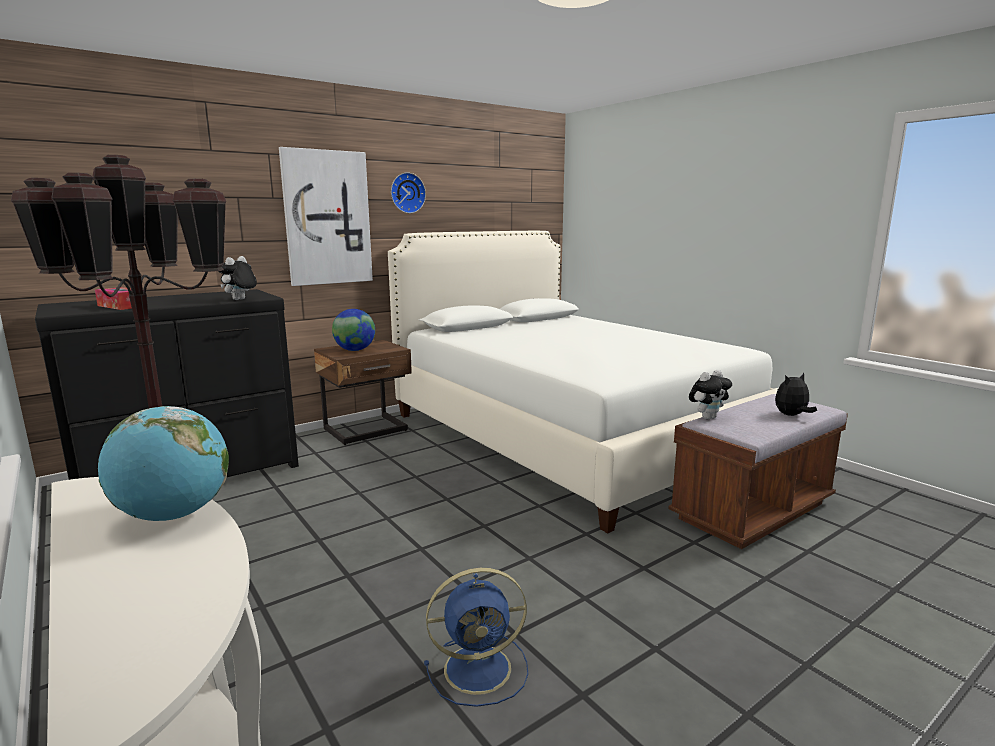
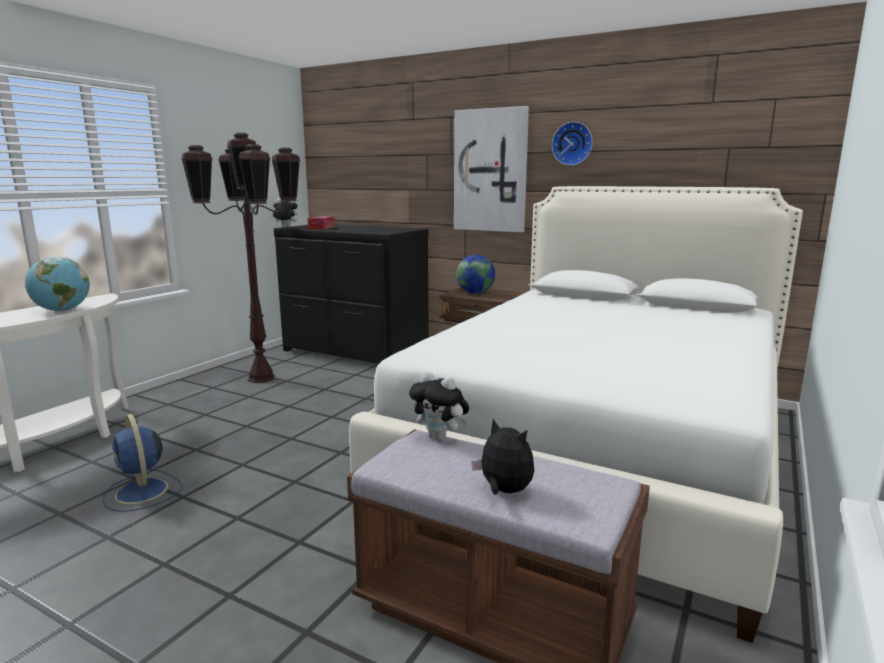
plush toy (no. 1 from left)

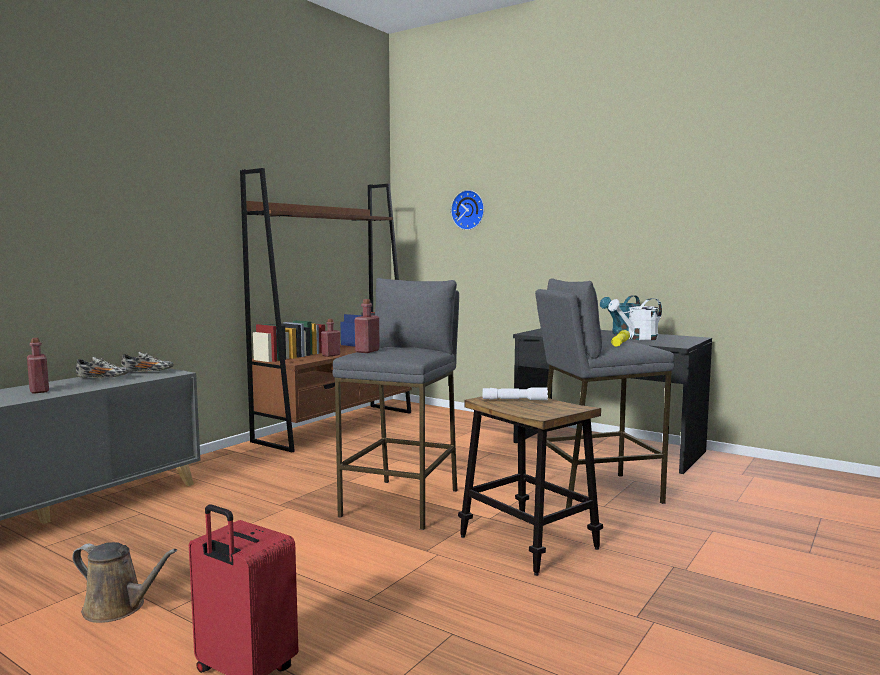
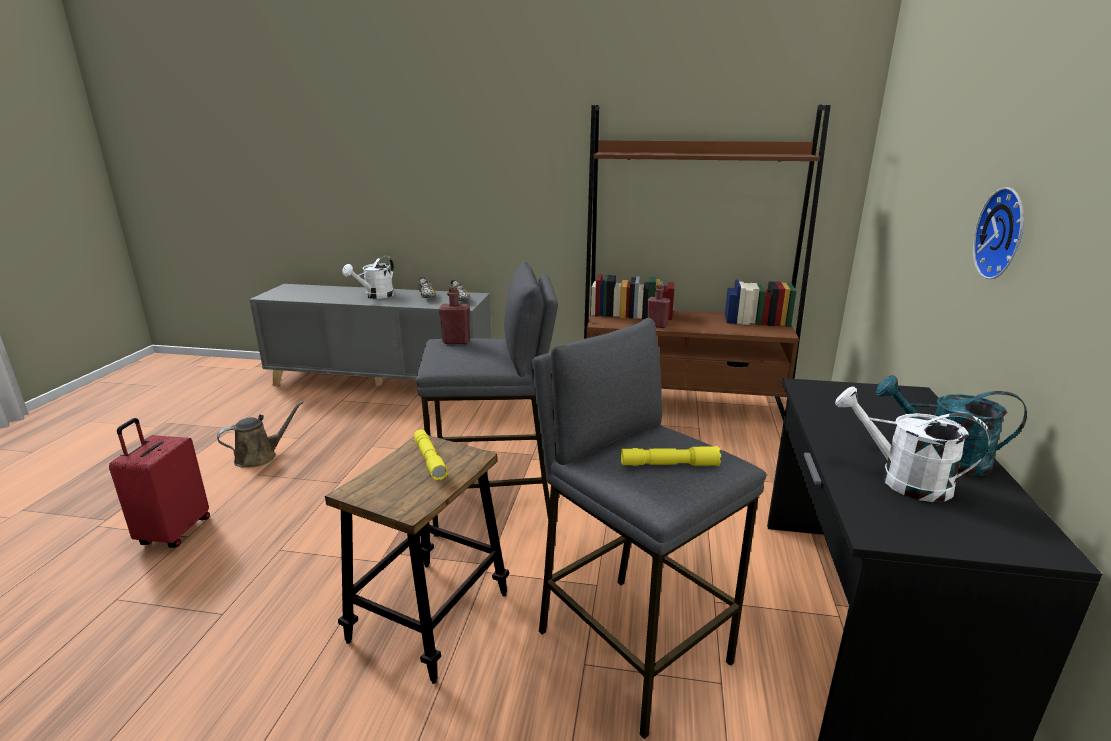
brown watering can
white watering can (no. 1 from left)
yellow flashlight (no. 1 from left)
wall clock

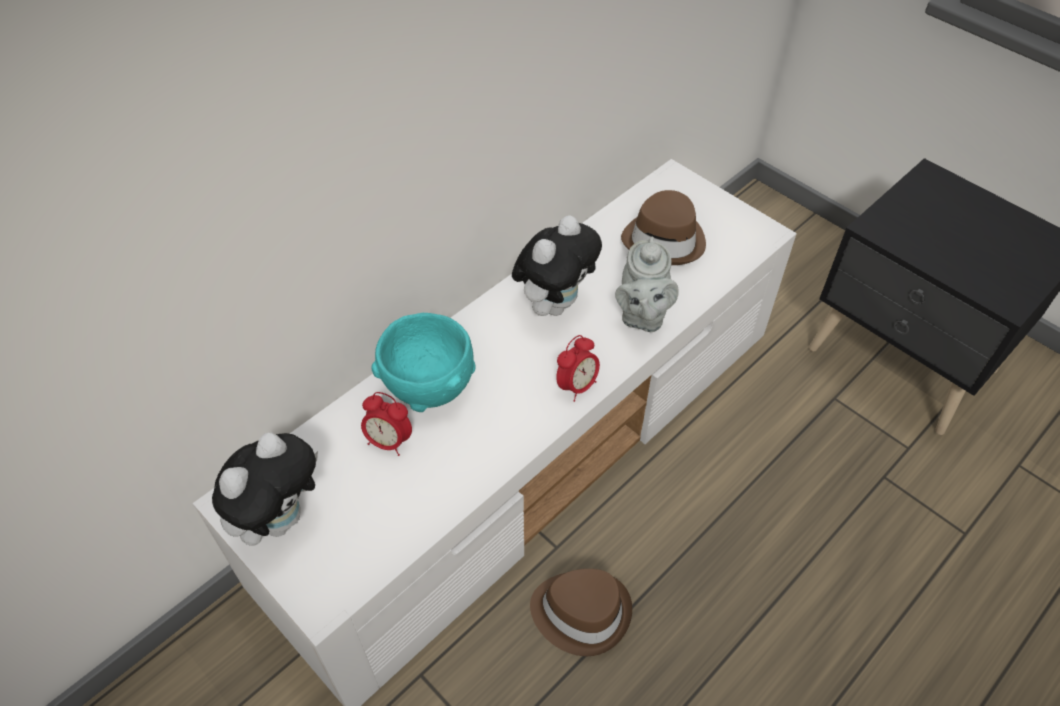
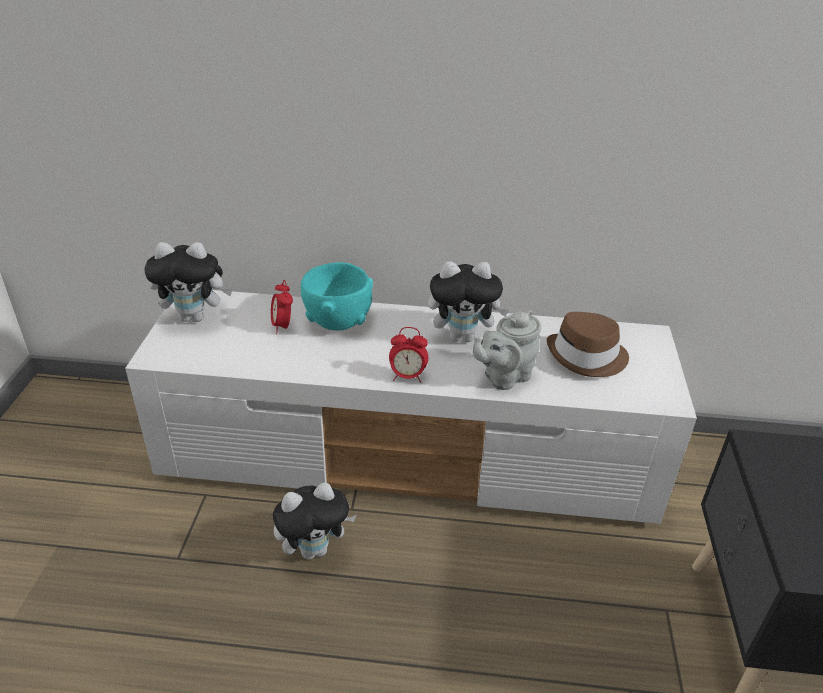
plush toy (no. 2 from left)

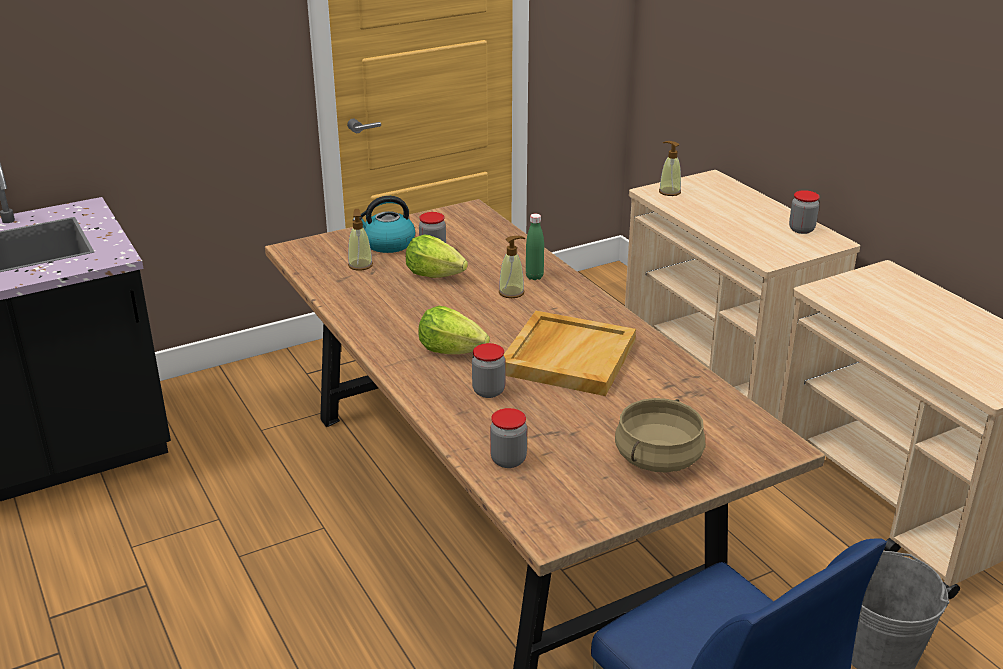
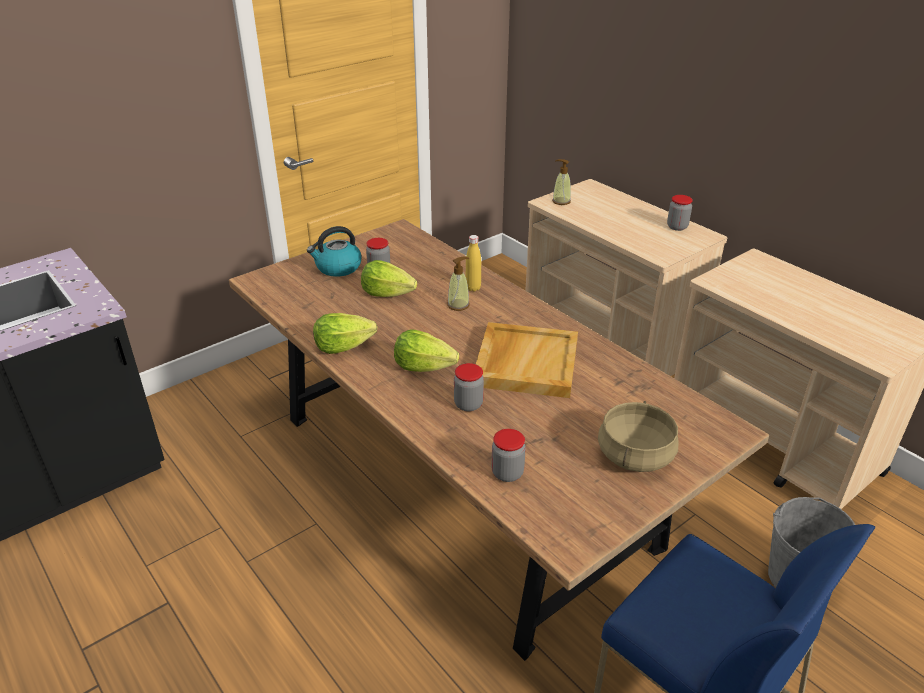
lettuce (no. 1 from left)
yellow bottle
soap dispenser (no. 1 from left in the first image)

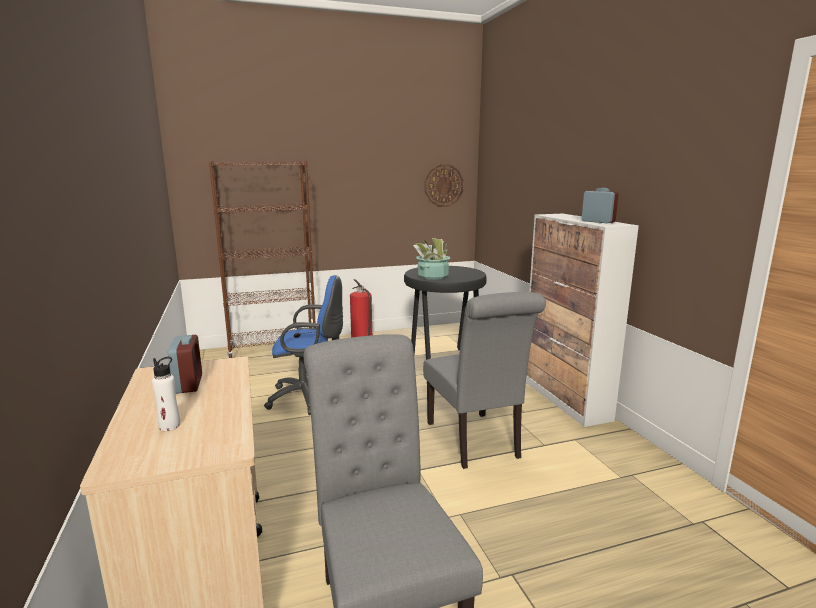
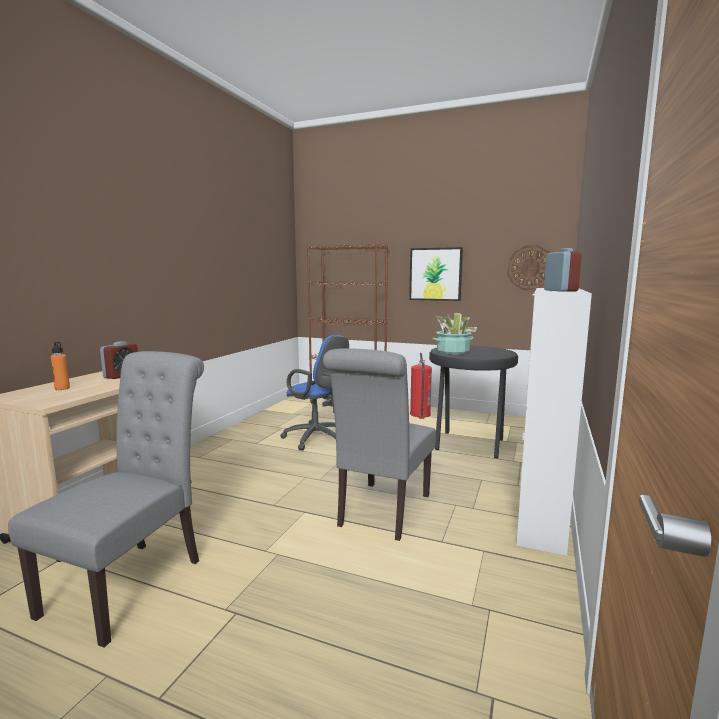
orange bottle
picture

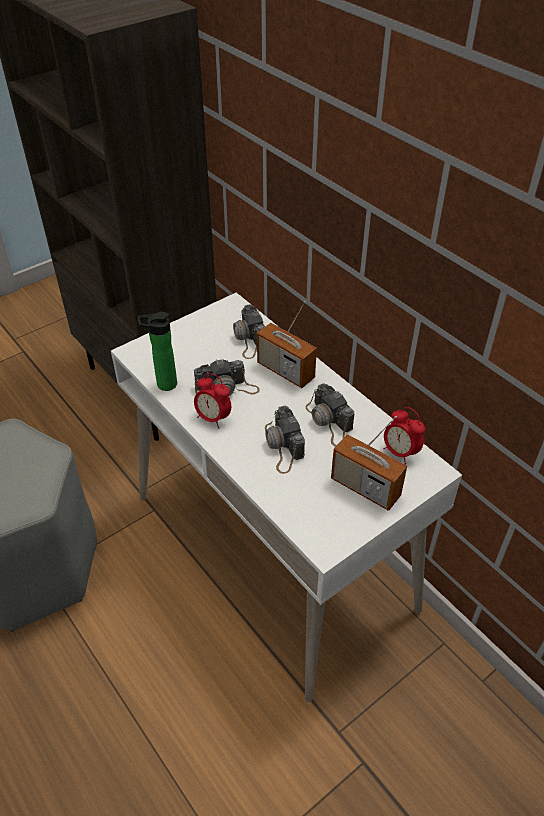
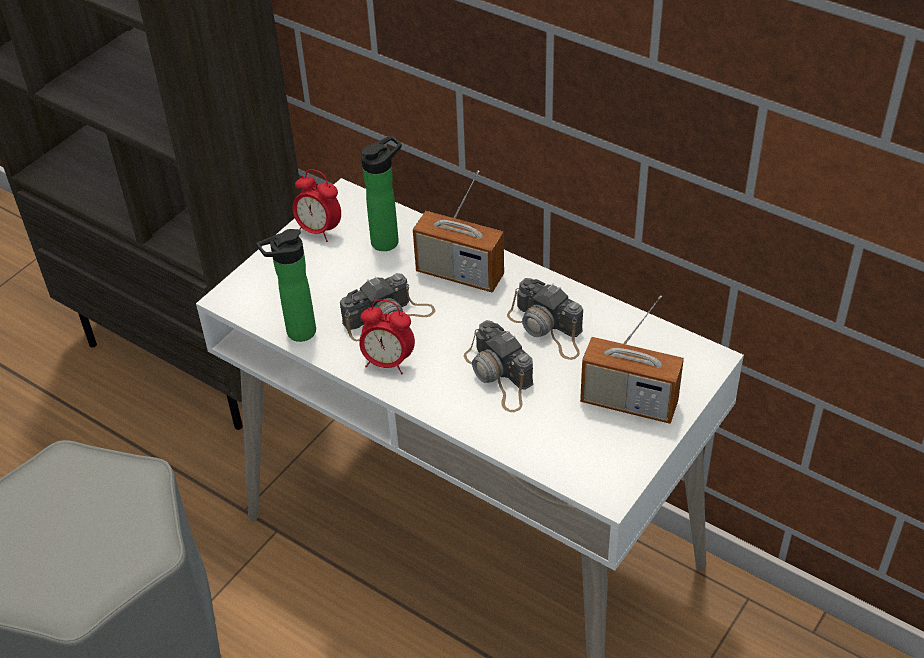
alarm clock (no. 1 from left)
bottle (no. 2 from left)

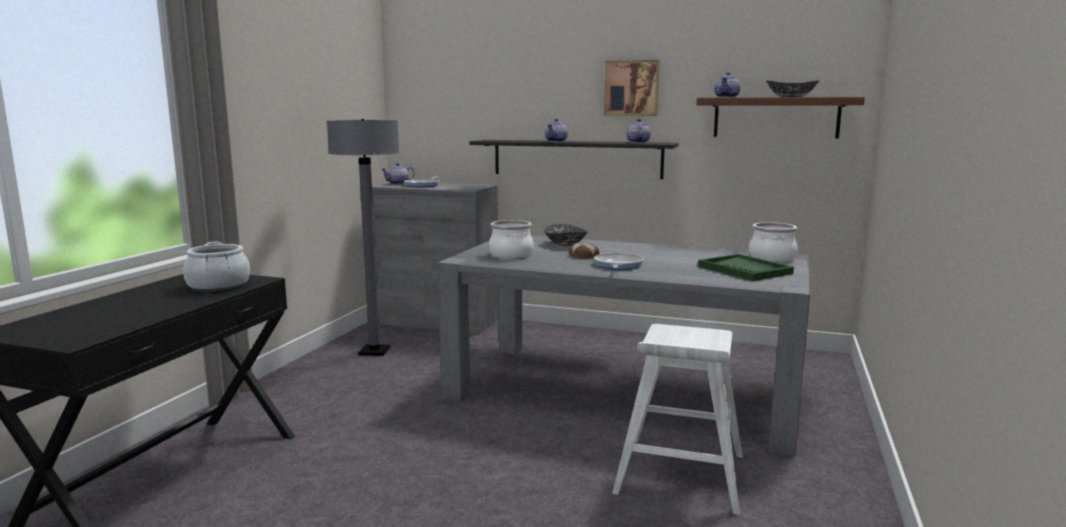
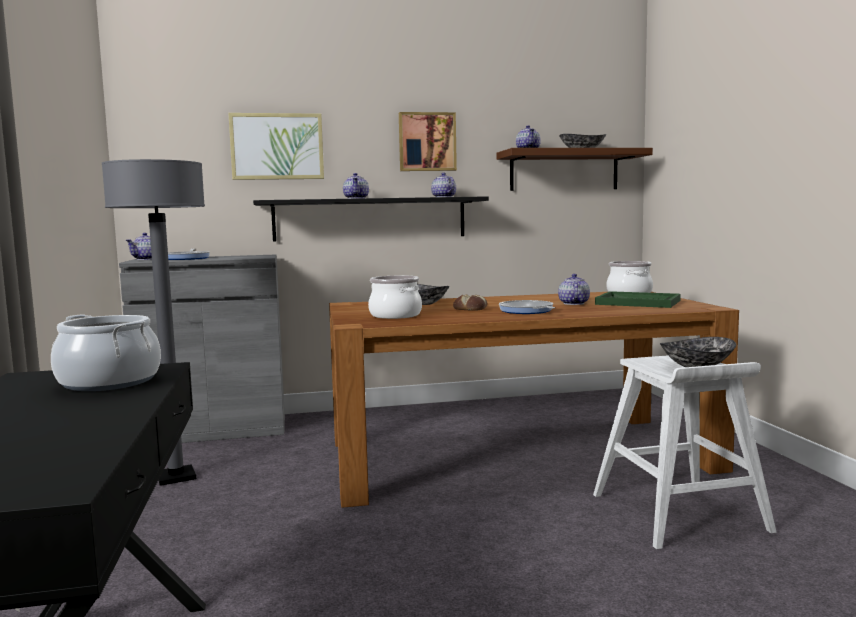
picture (no. 1 from left)
brown dining table
teapot (no. 5 from left)
bowl (no. 3 from left)

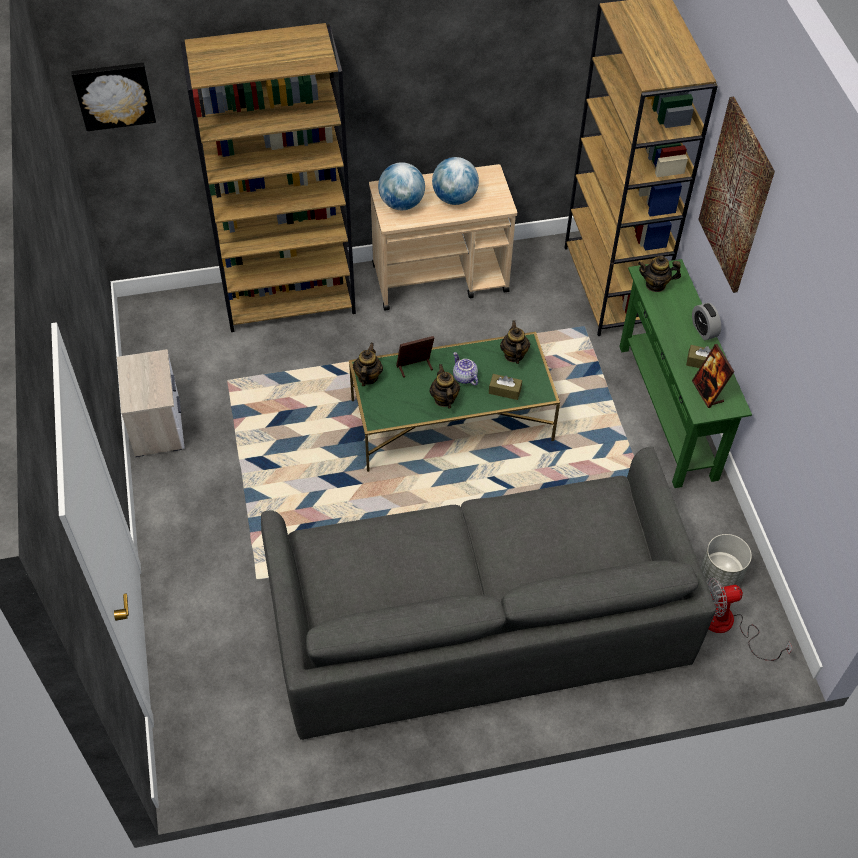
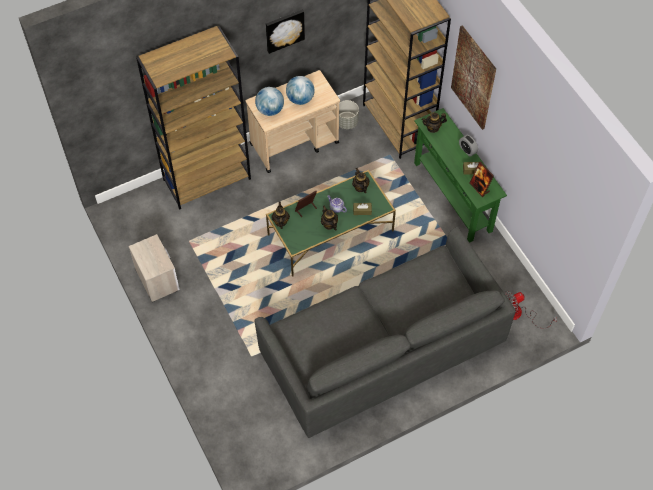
picture (no. 1 from left)
grey planter

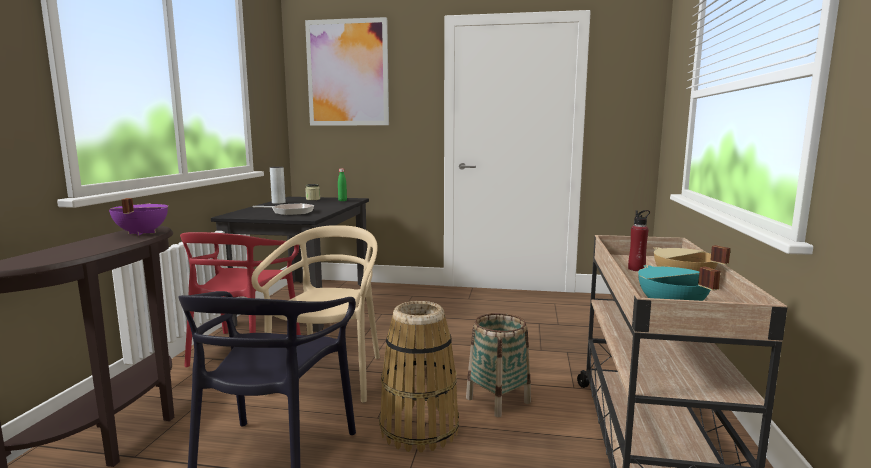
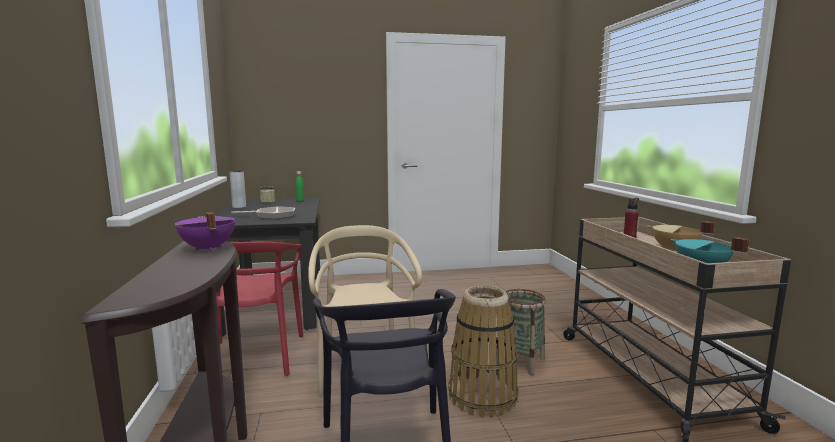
picture

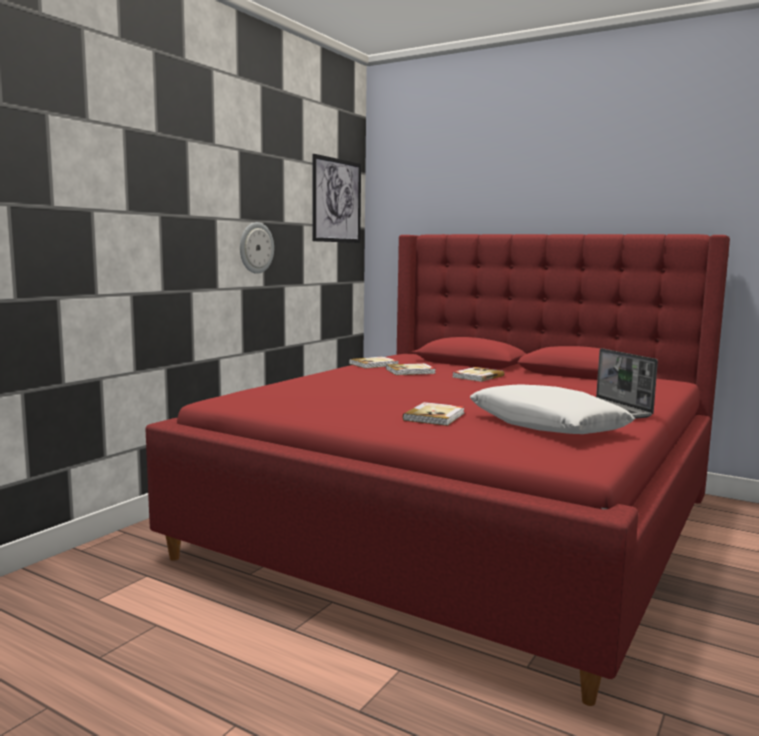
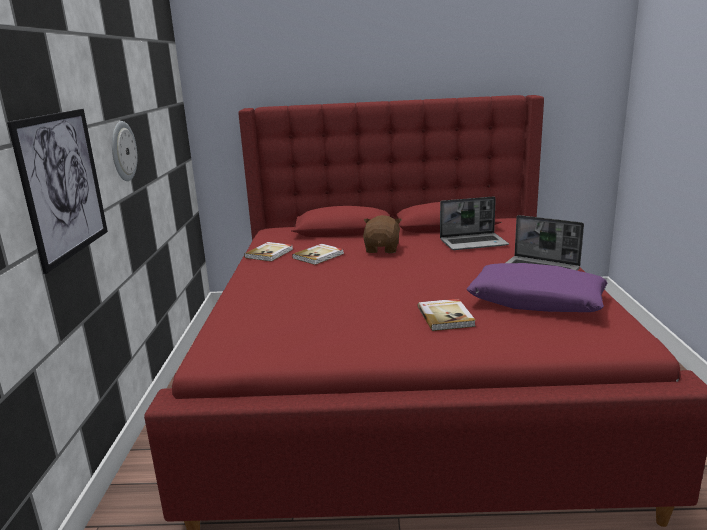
picture
brown plush toy
laptop (no. 1 from left)
purple pillow

